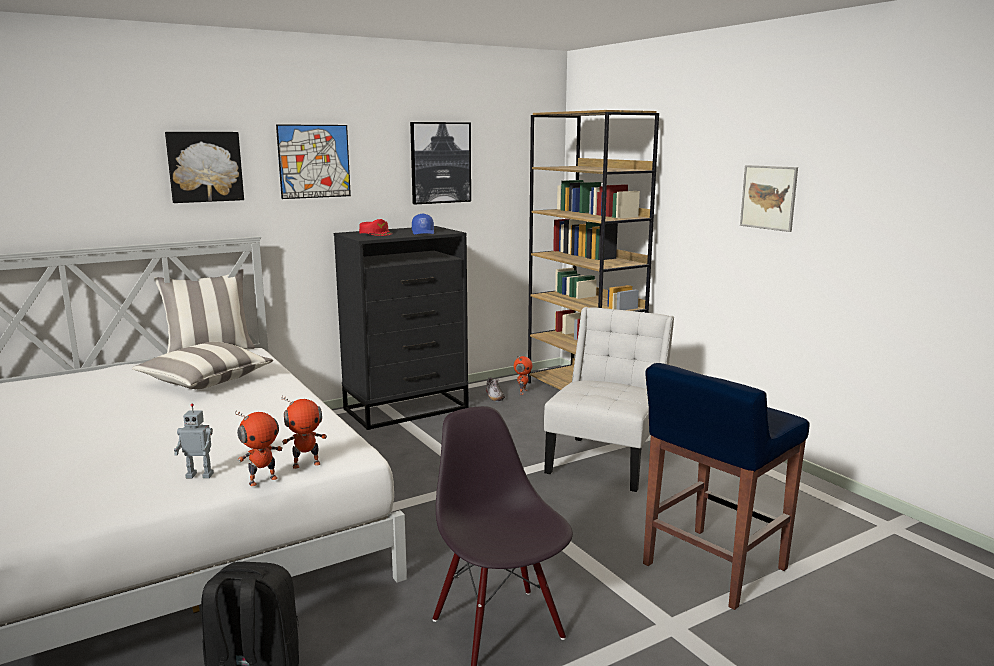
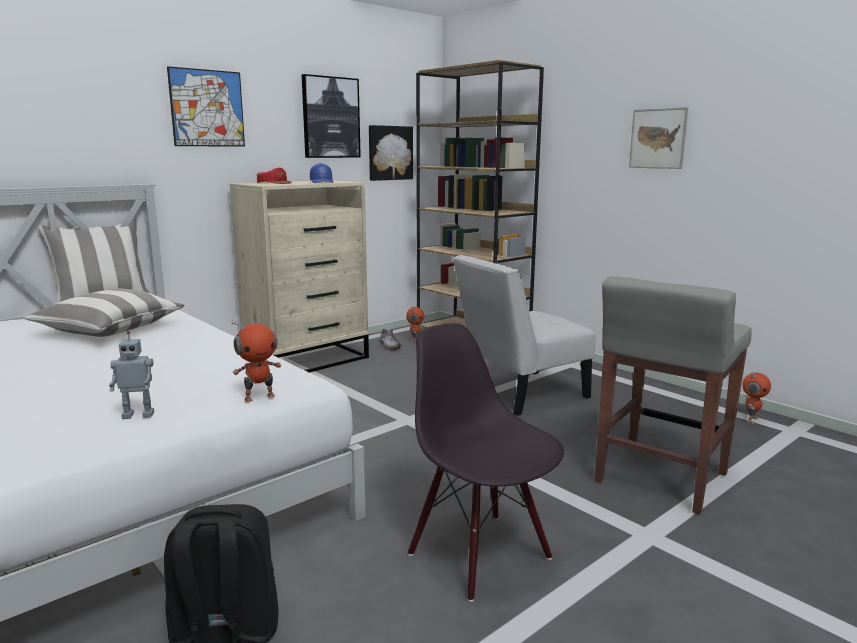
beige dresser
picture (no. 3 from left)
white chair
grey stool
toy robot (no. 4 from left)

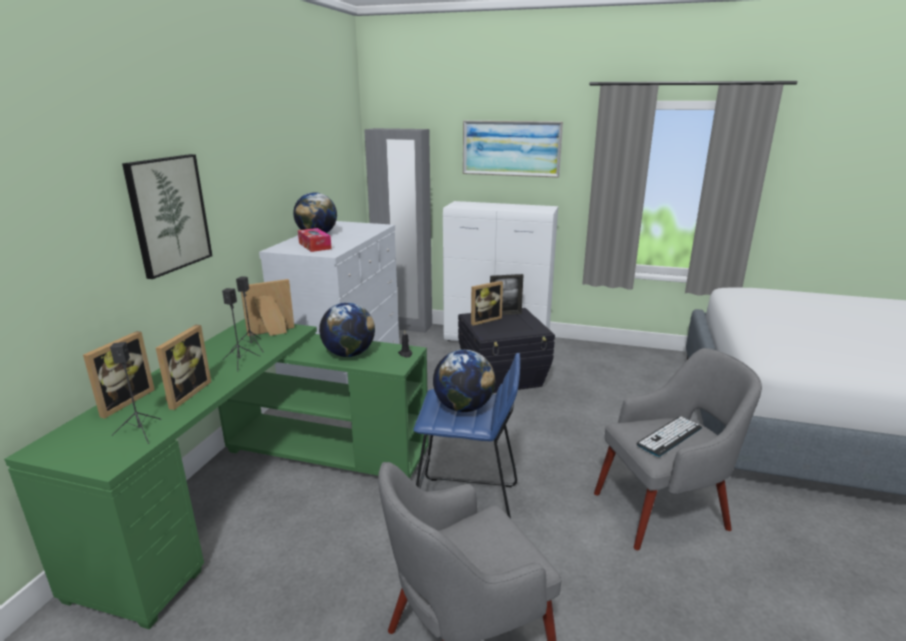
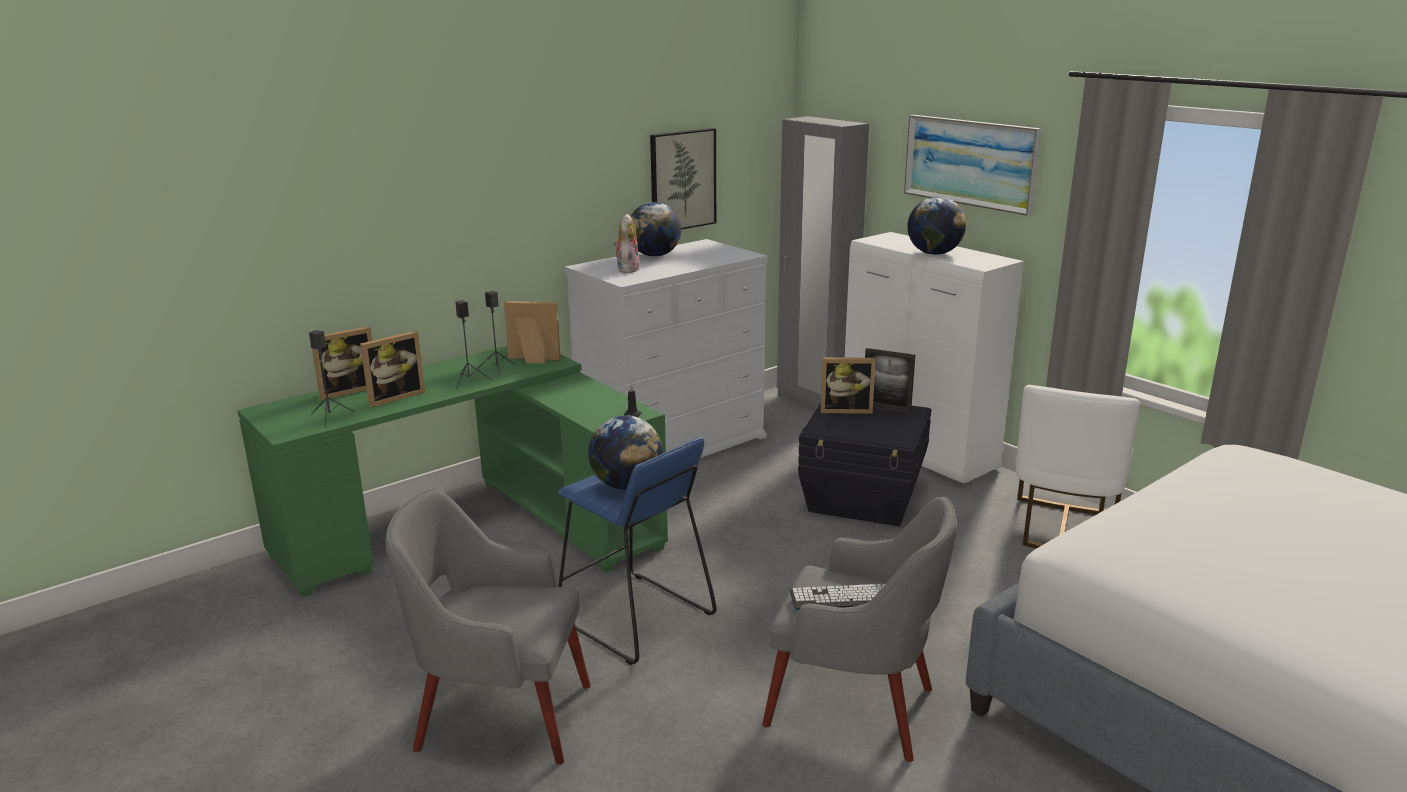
plush toy
picture (no. 1 from left)
globe (no. 3 from left)
white chair

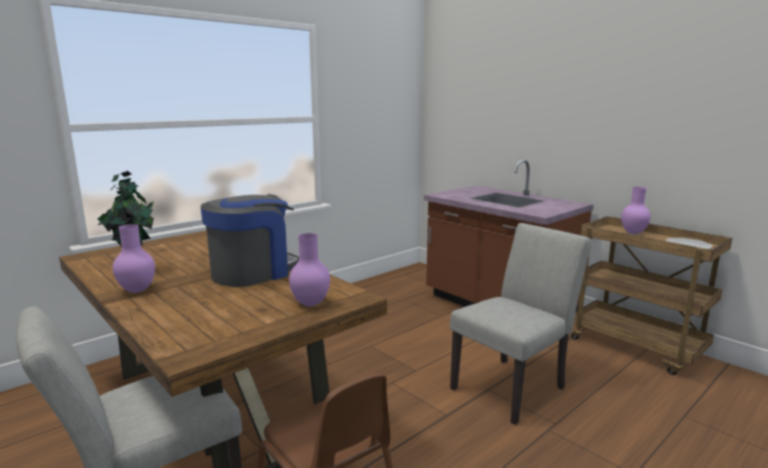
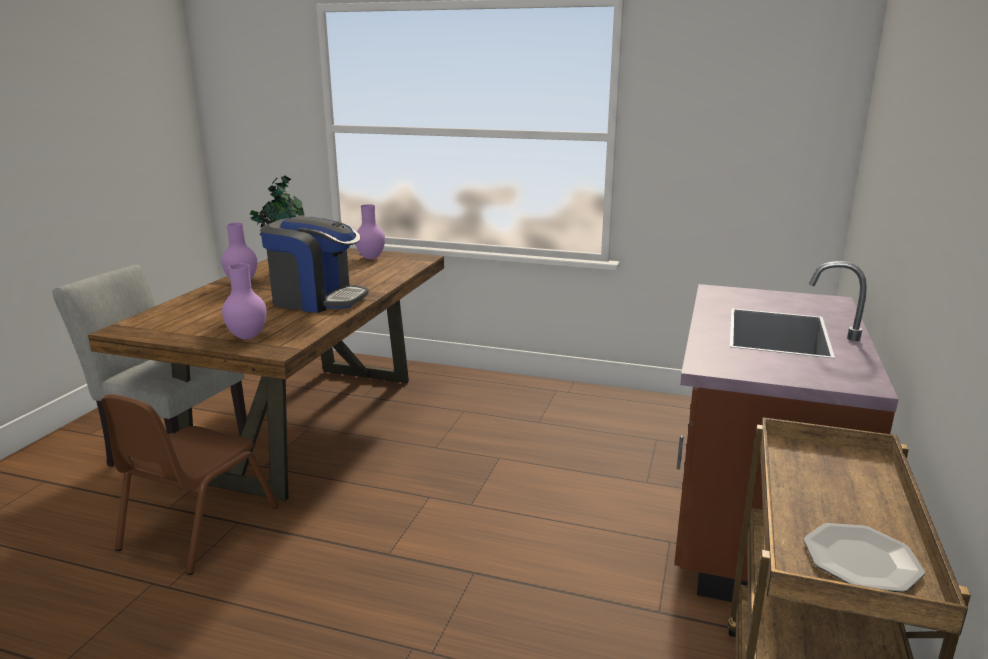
purple vase (no. 3 from left)
grey chair (no. 2 from left in the first image)

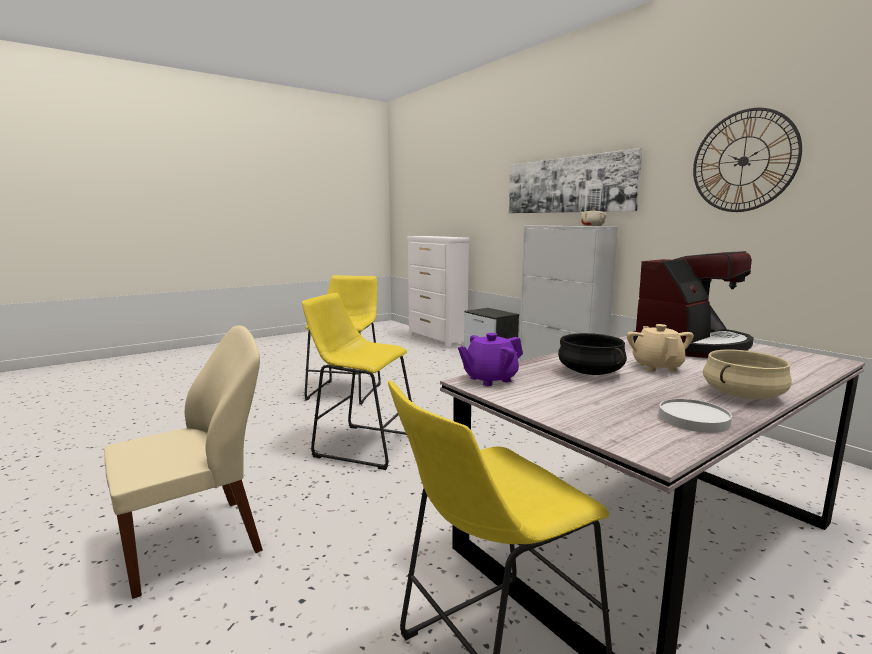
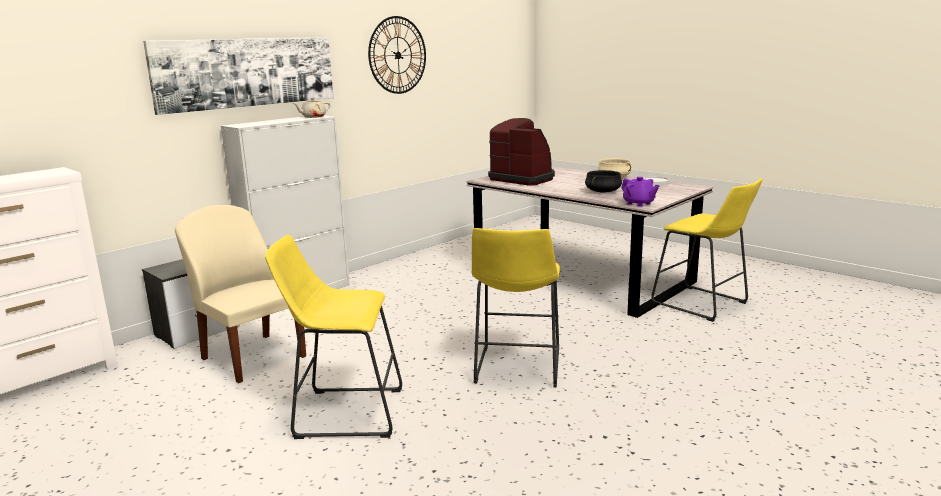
beige chair
beige teapot (no. 2 from left in the first image)

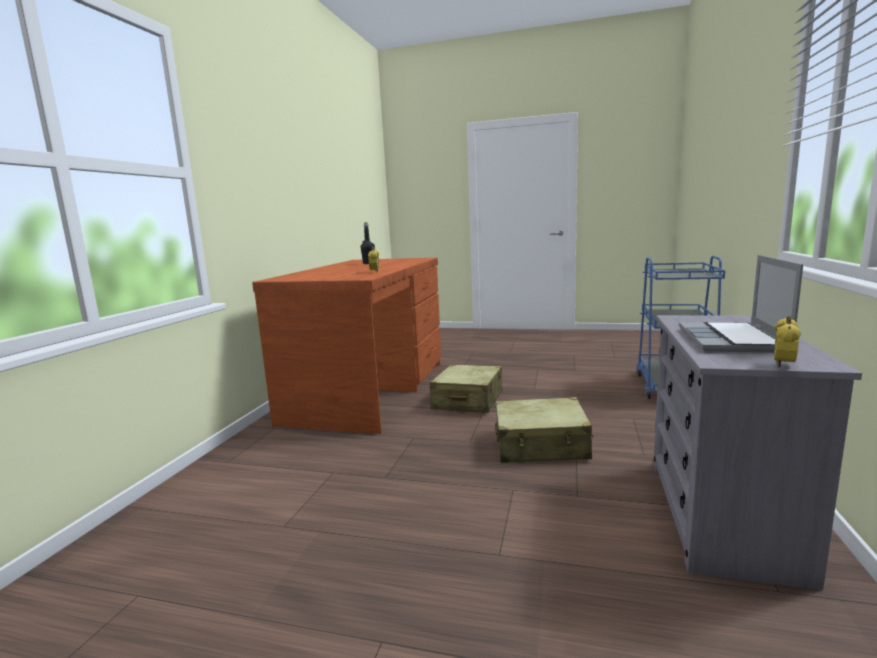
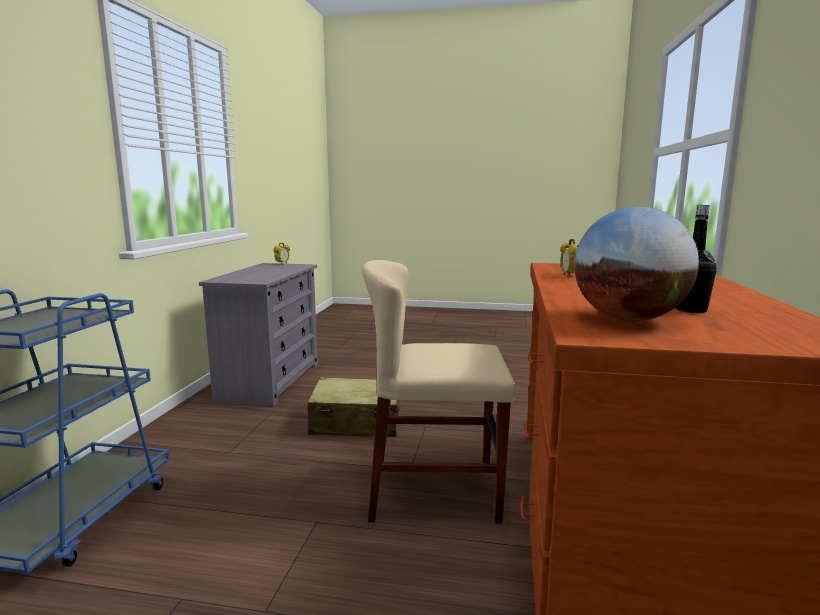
beige chair
globe
laptop

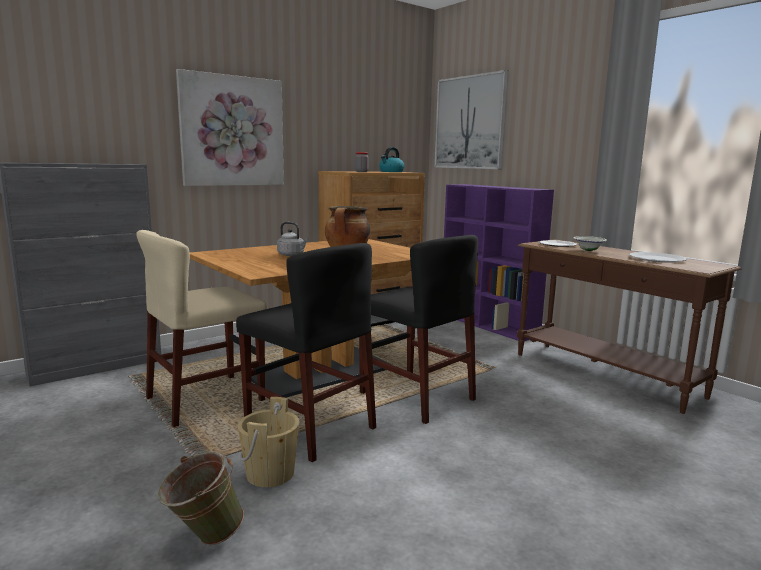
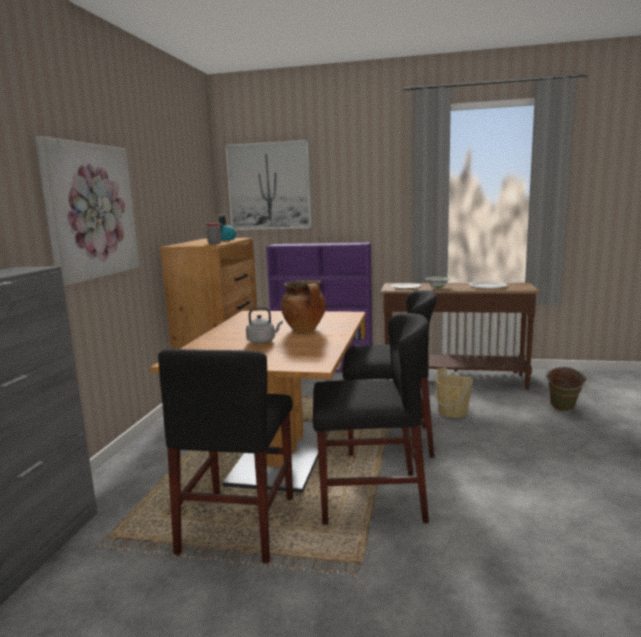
black chair (no. 1 from left)
beige bucket
green bucket

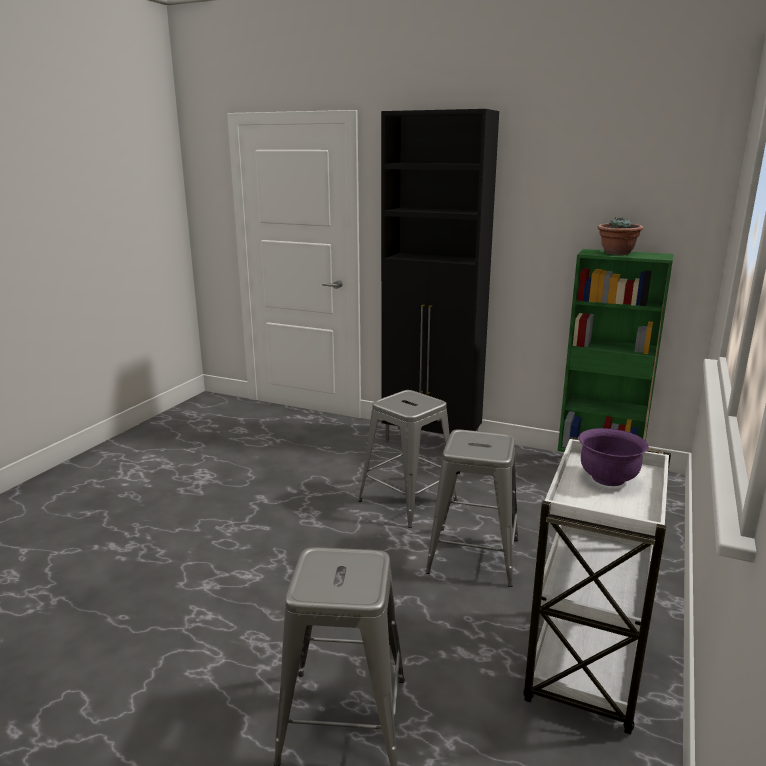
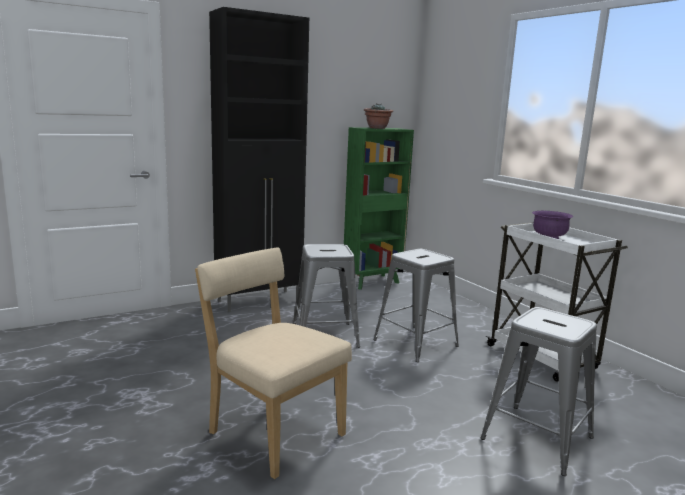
beige chair

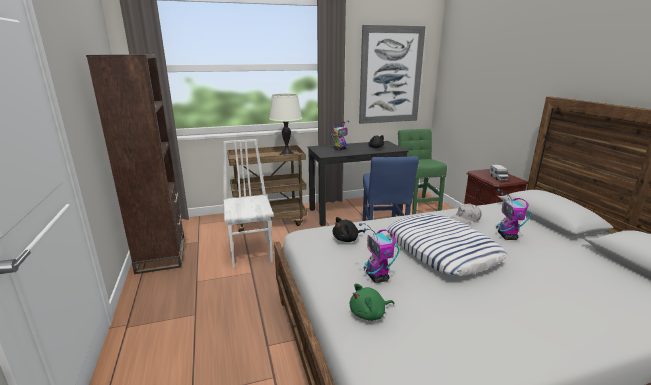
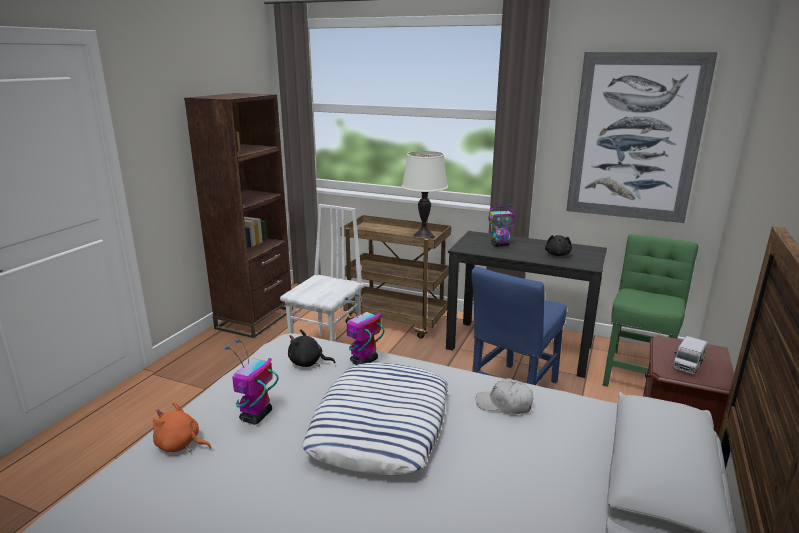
orange plush toy
toy robot (no. 2 from left)

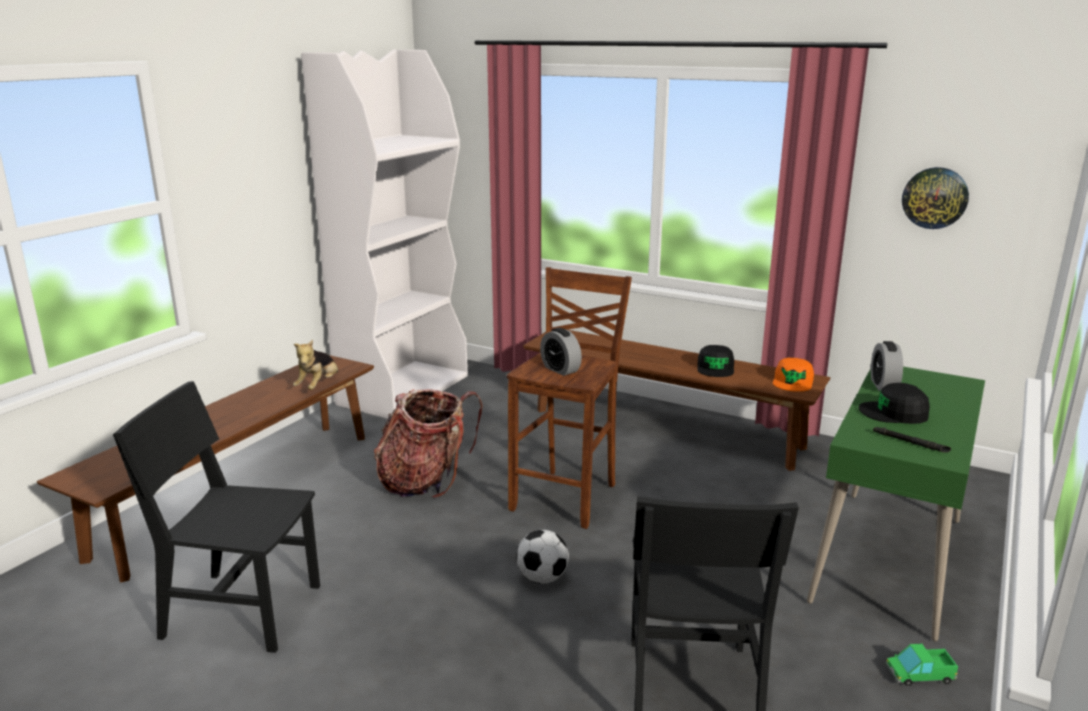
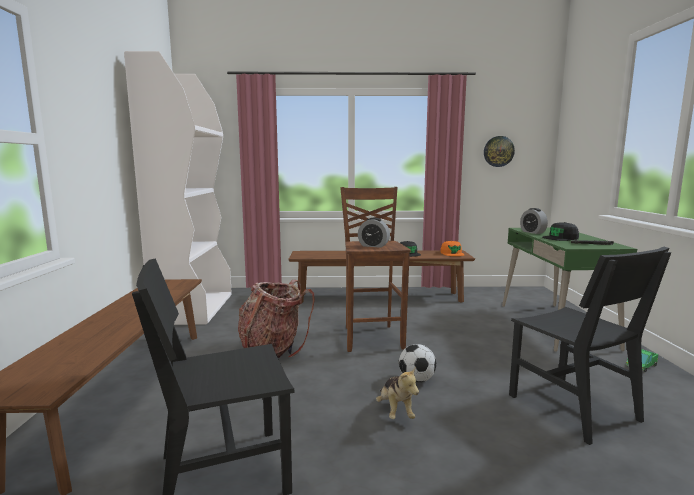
plush toy

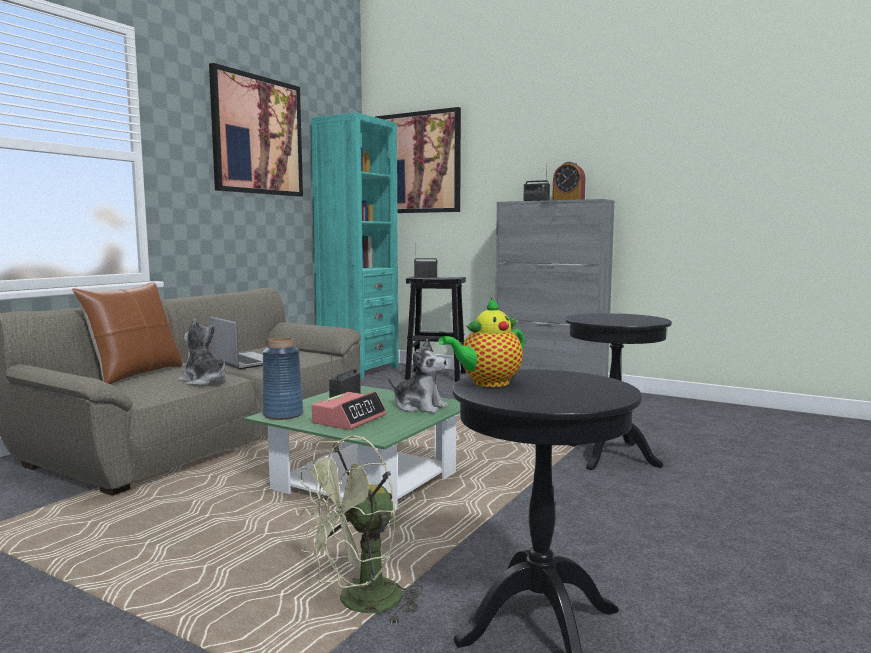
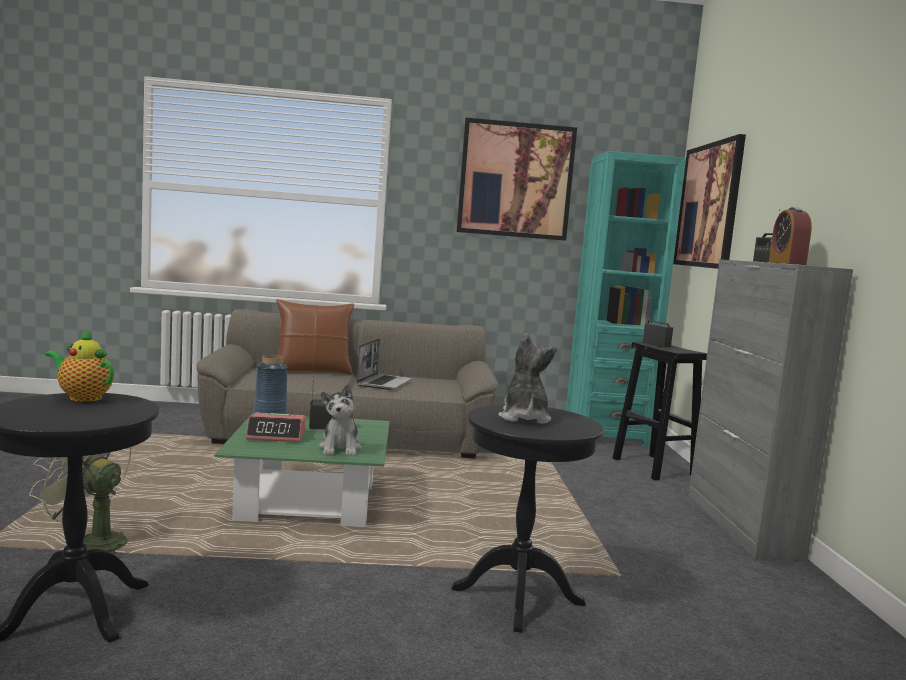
plush toy (no. 2 from left)

